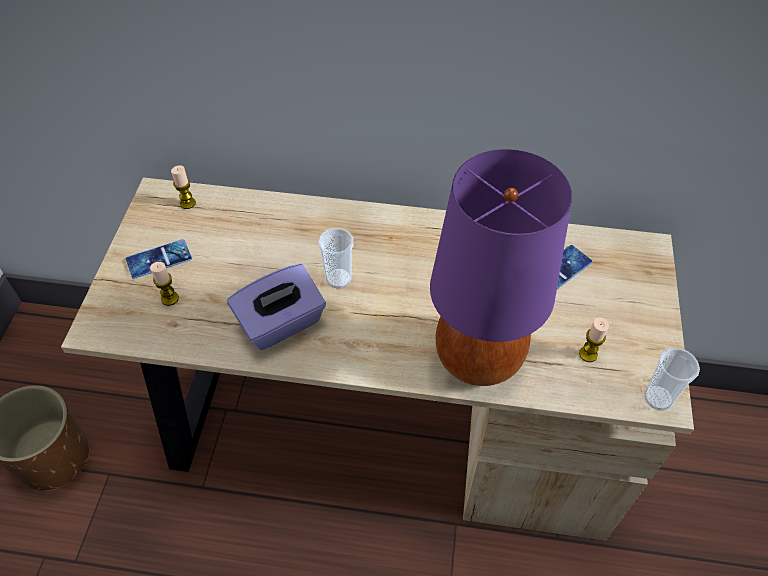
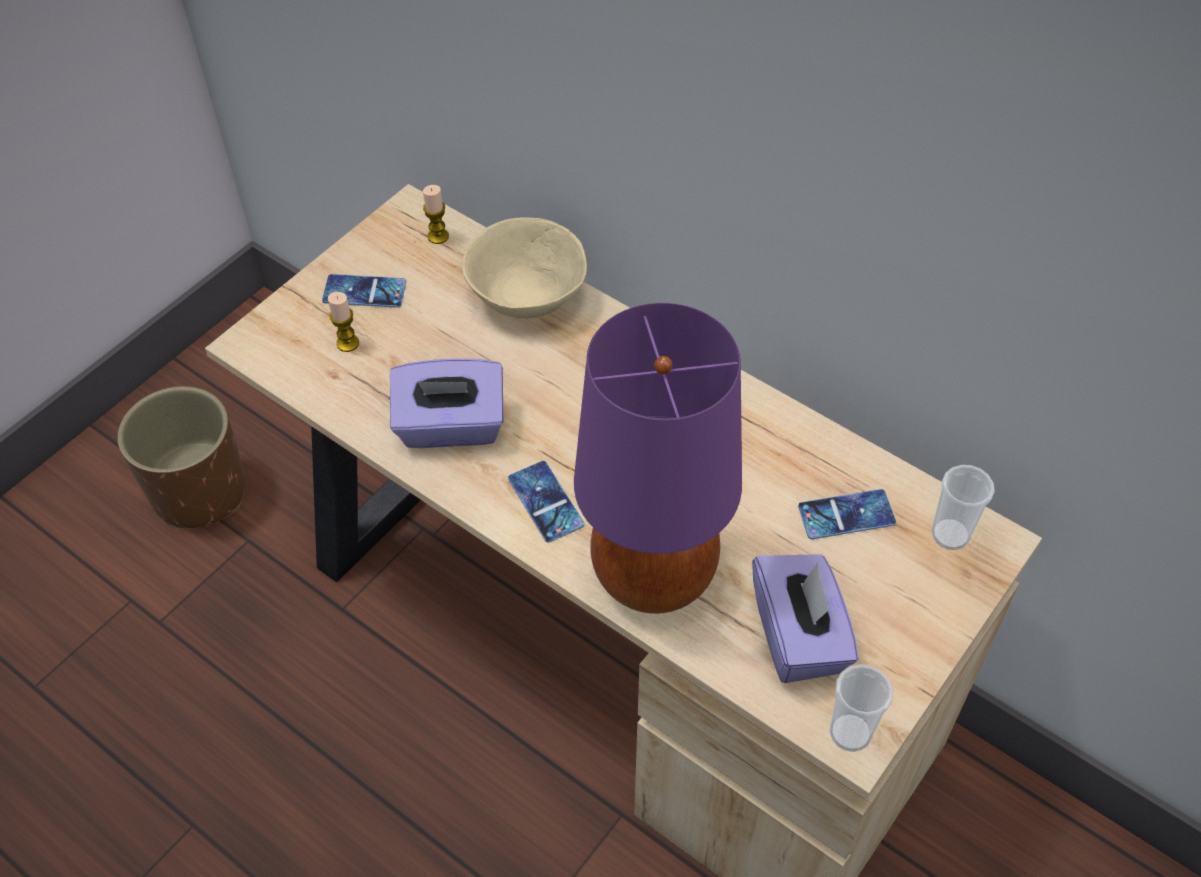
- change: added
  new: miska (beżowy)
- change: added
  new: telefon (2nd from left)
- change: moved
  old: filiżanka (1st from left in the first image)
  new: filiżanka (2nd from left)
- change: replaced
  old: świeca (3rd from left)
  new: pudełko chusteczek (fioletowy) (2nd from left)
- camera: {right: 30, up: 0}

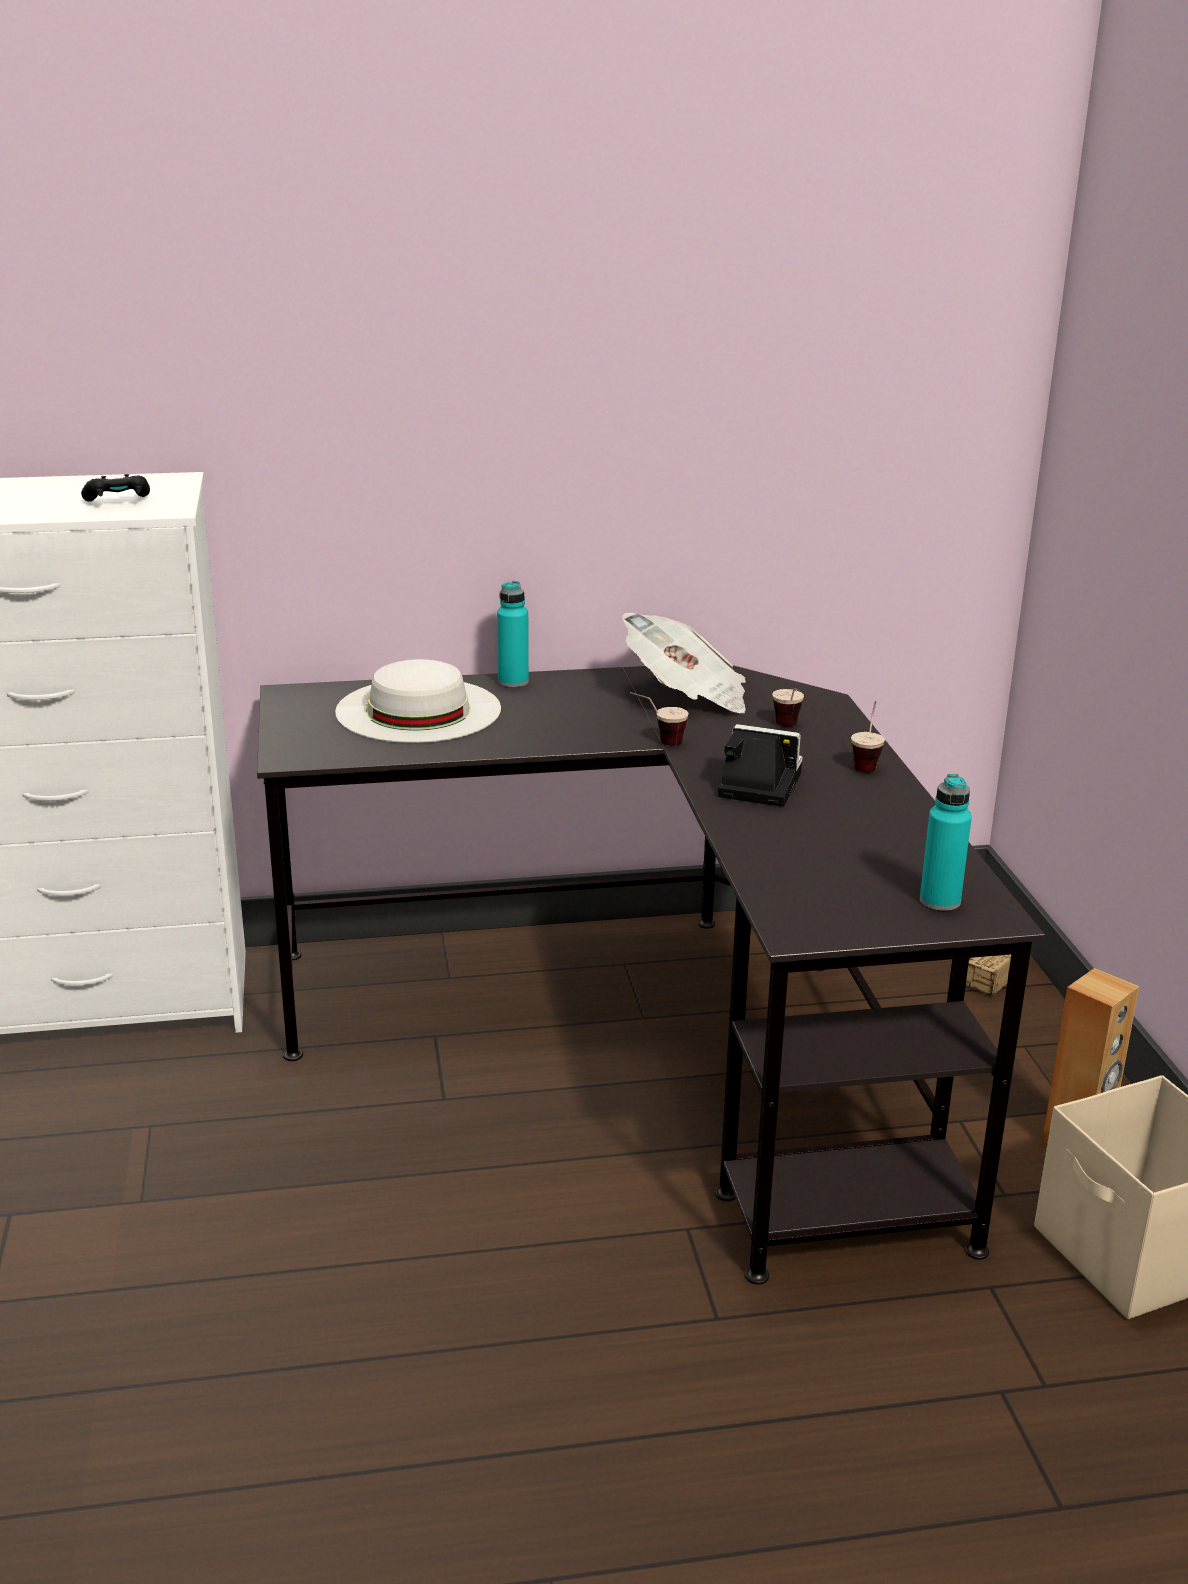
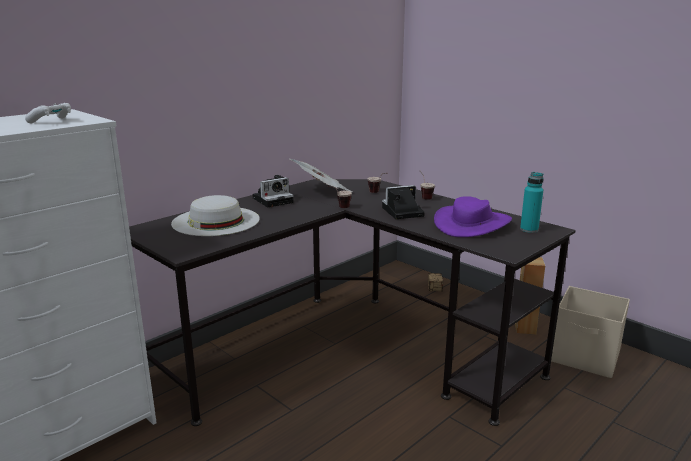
- change: removed
  old: butelka (turkusowy) (1st from left)
- change: added
  new: aparat fotograficzny (1st from left)
- change: added
  new: kapelusz (fioletowy)
- change: recoloured
  old: pad do gier (czarny)
  new: pad do gier (biały)
- camera: {right: -35, up: -5}

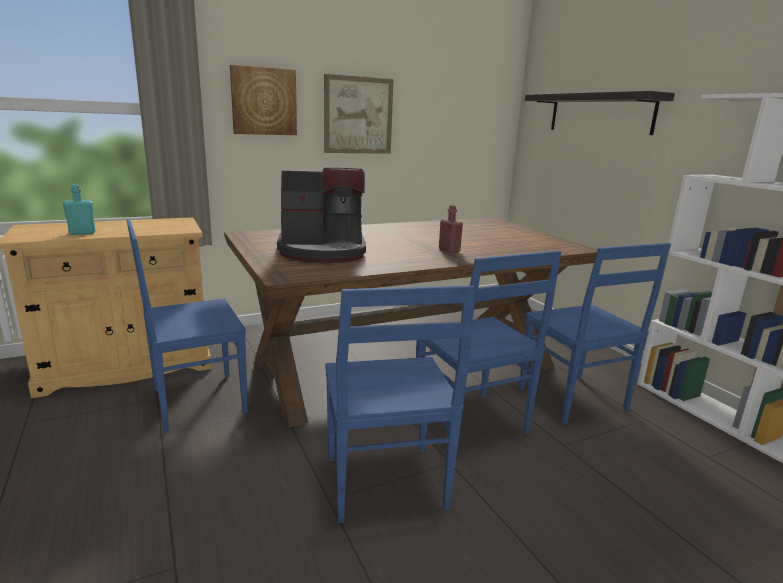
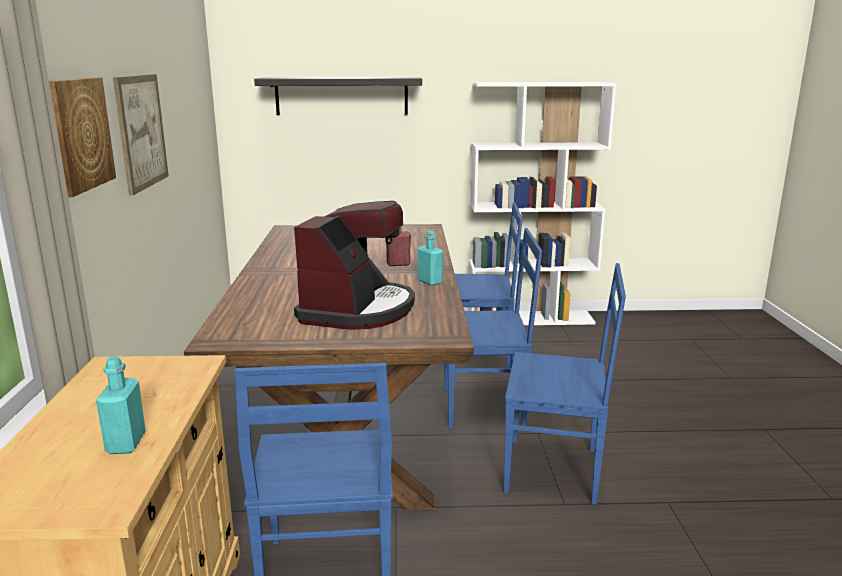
- change: added
  new: butelka (turkusowy) (2nd from left)
- camera: {right: -65, up: 0}

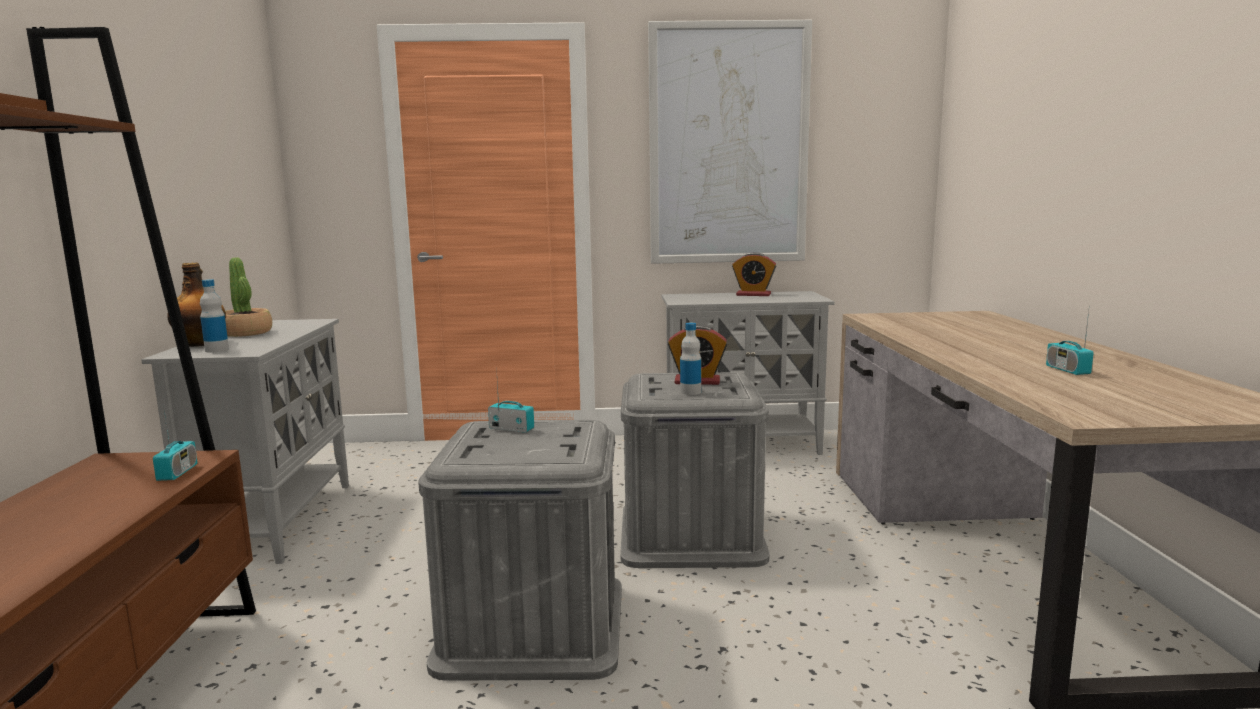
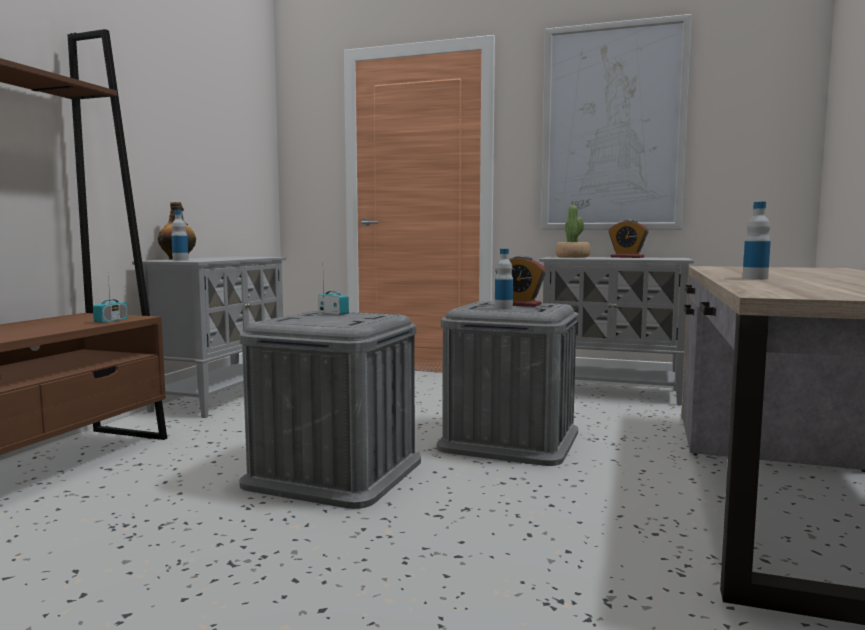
- change: removed
  old: radio (3rd from left)
- change: added
  new: butelka (4th from left)
- change: moved
  old: roślina doniczkowa
- camera: {right: 20, up: -5}

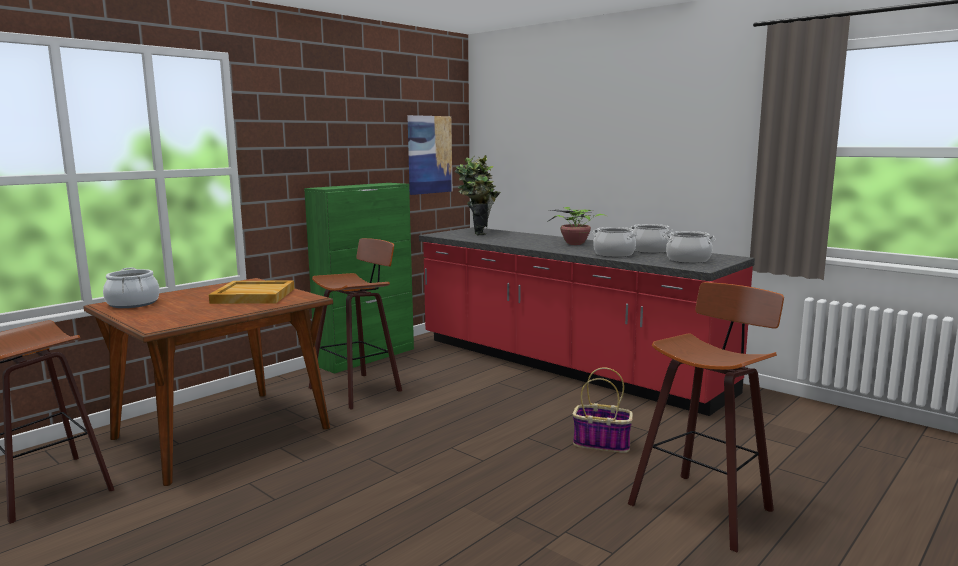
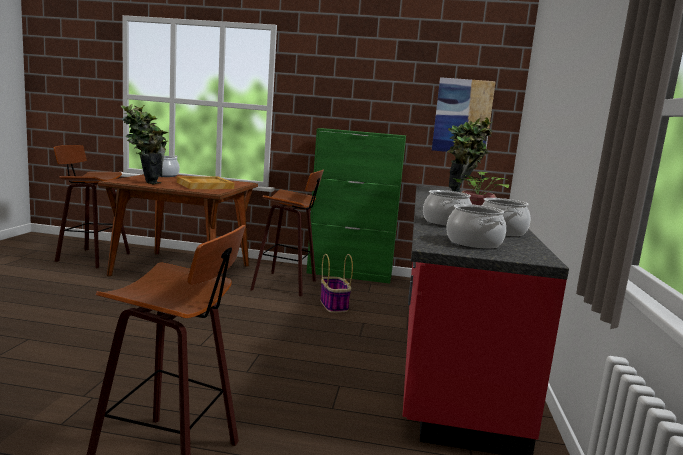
- change: added
  new: roślina doniczkowa (1st from left)
- change: moved
  old: koszyk
- camera: {right: 55, up: 0}

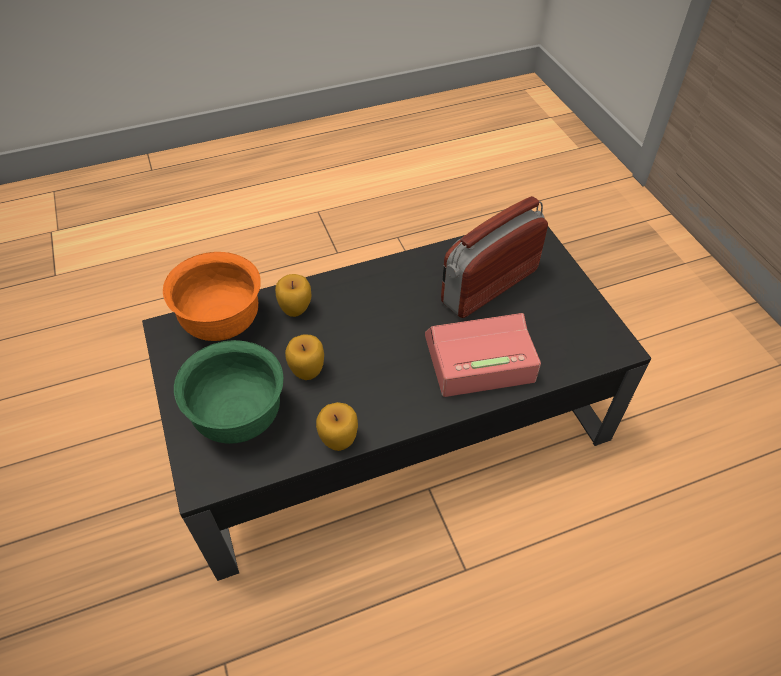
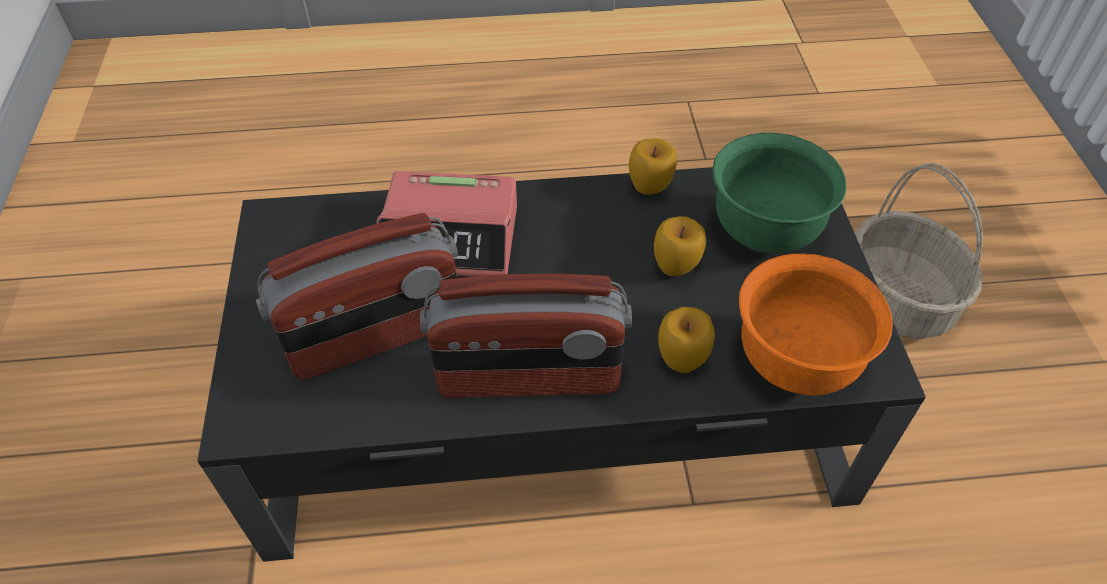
- change: added
  new: radio (2nd from left)
- change: added
  new: koszyk
- camera: {right: -165, up: 0}

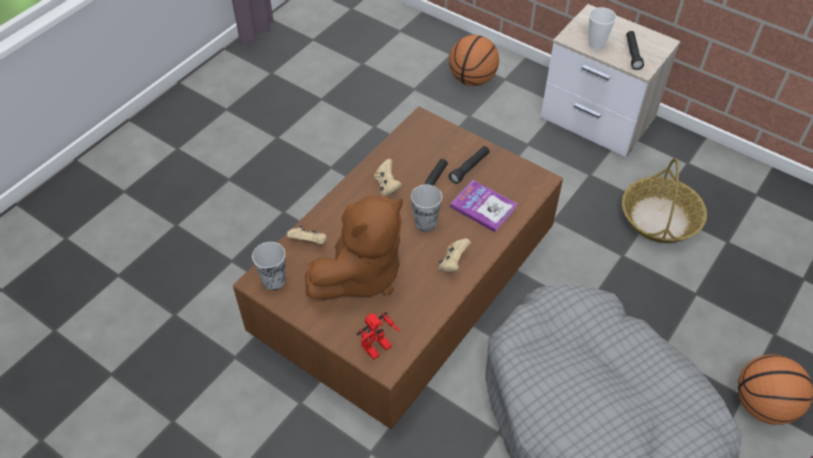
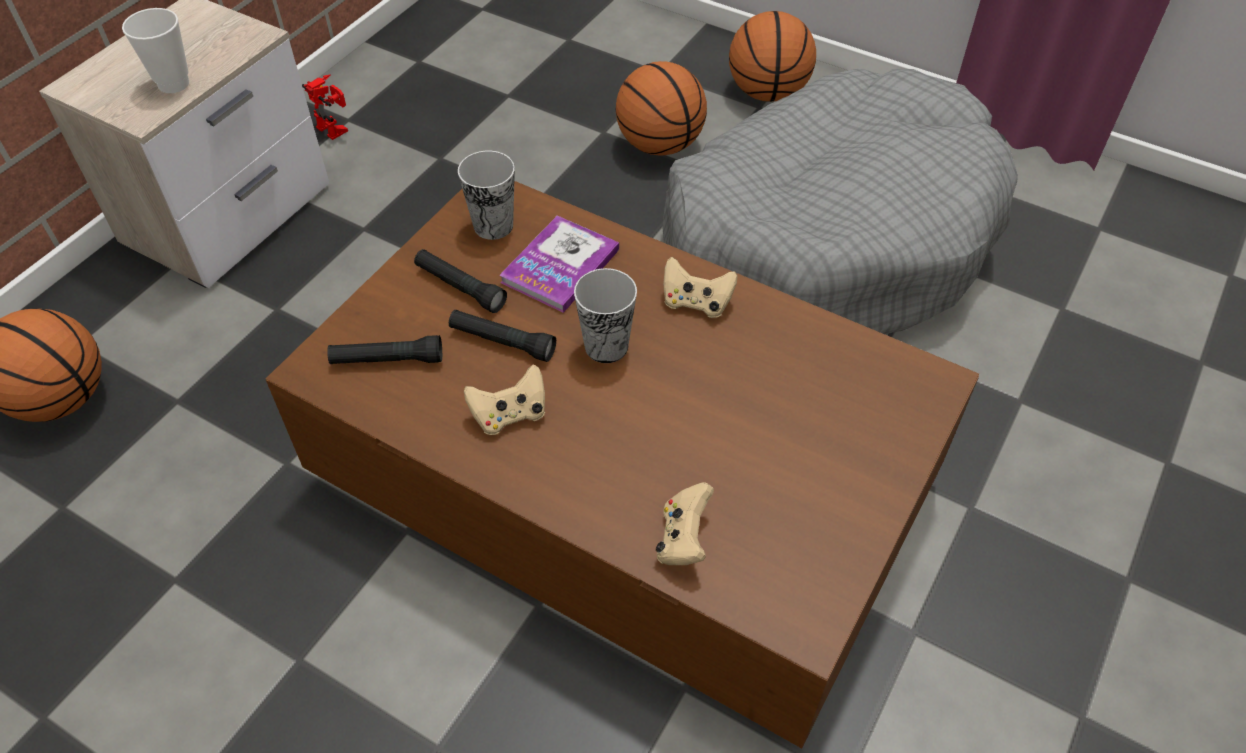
- change: removed
  old: pluszak (brązowy)
- change: removed
  old: koszyk
- change: added
  new: piłka do koszykówki (2nd from left)
- change: moved
  old: filiżanka (1st from left in the first image)
  new: filiżanka (2nd from left)
- change: moved
  old: robot zabawkowy
- change: moved
  old: latarka (czarny) (3rd from left in the first image)
  new: latarka (czarny) (1st from left)
- camera: {right: -95, up: 0}

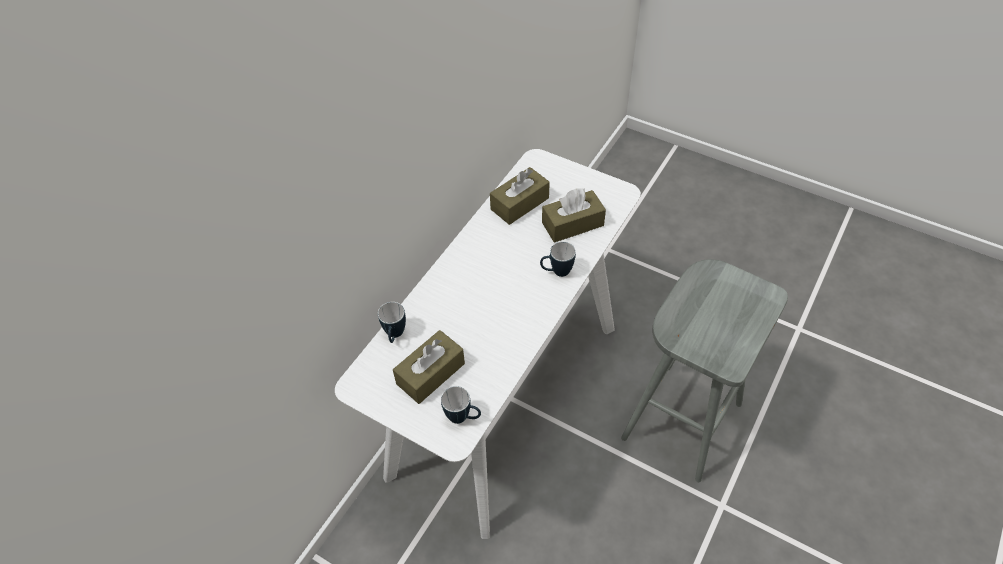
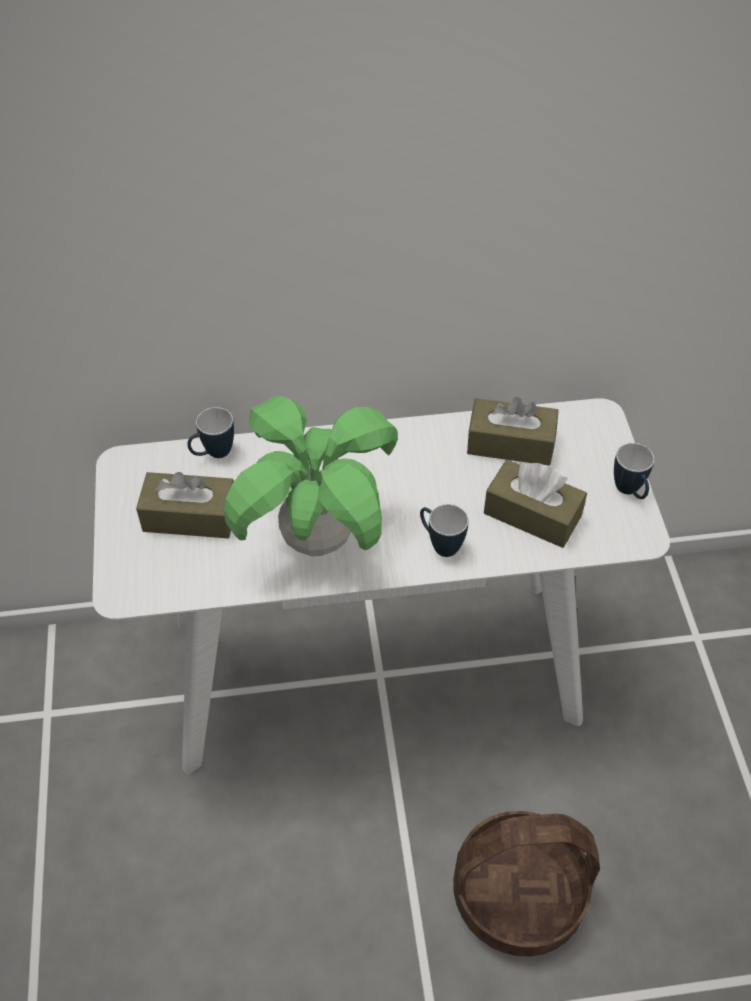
- change: added
  new: roślina doniczkowa
- change: moved
  old: kubek (2nd from left in the first image)
  new: kubek (3rd from left)
- change: replaced
  old: stołek (szary)
  new: koszyk
- camera: {right: 50, up: 0}

